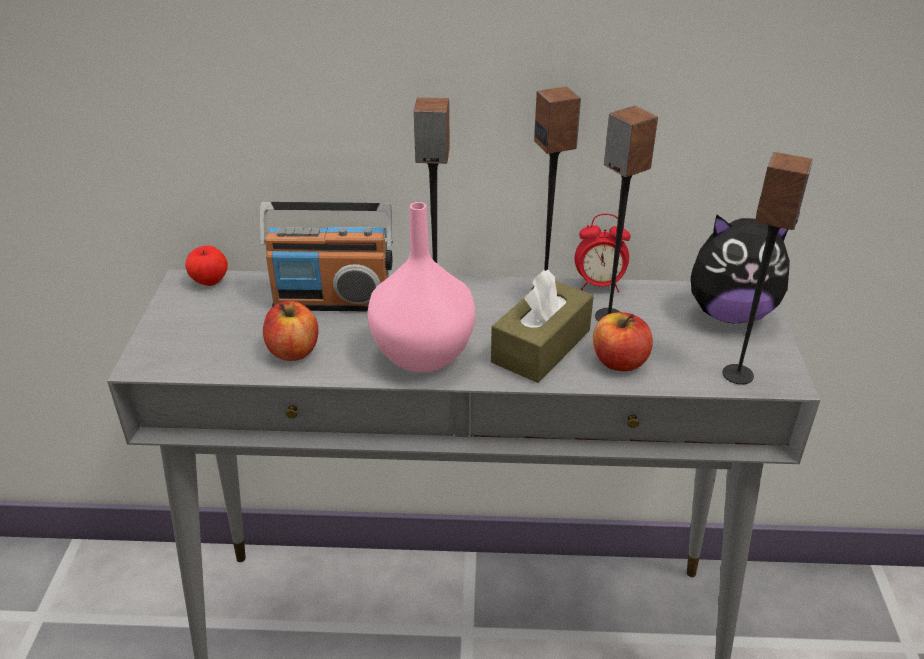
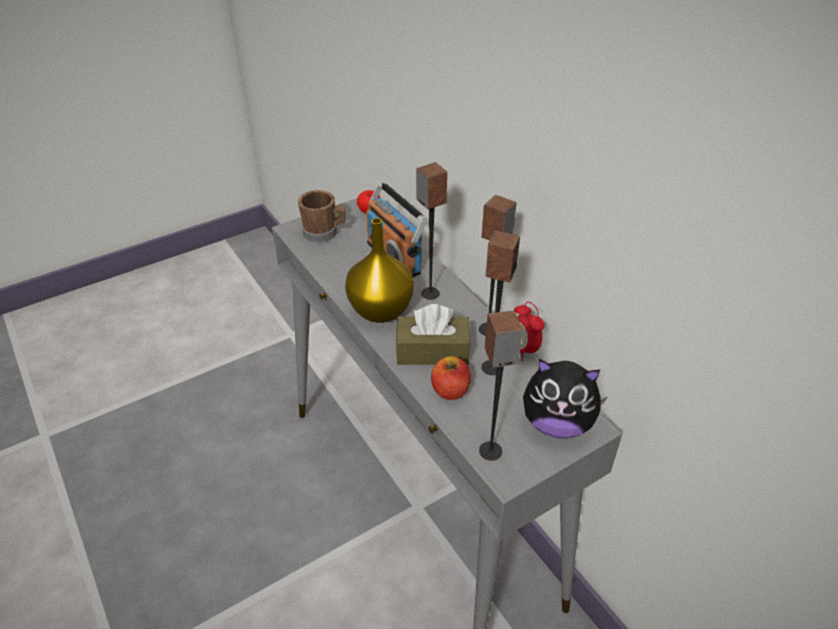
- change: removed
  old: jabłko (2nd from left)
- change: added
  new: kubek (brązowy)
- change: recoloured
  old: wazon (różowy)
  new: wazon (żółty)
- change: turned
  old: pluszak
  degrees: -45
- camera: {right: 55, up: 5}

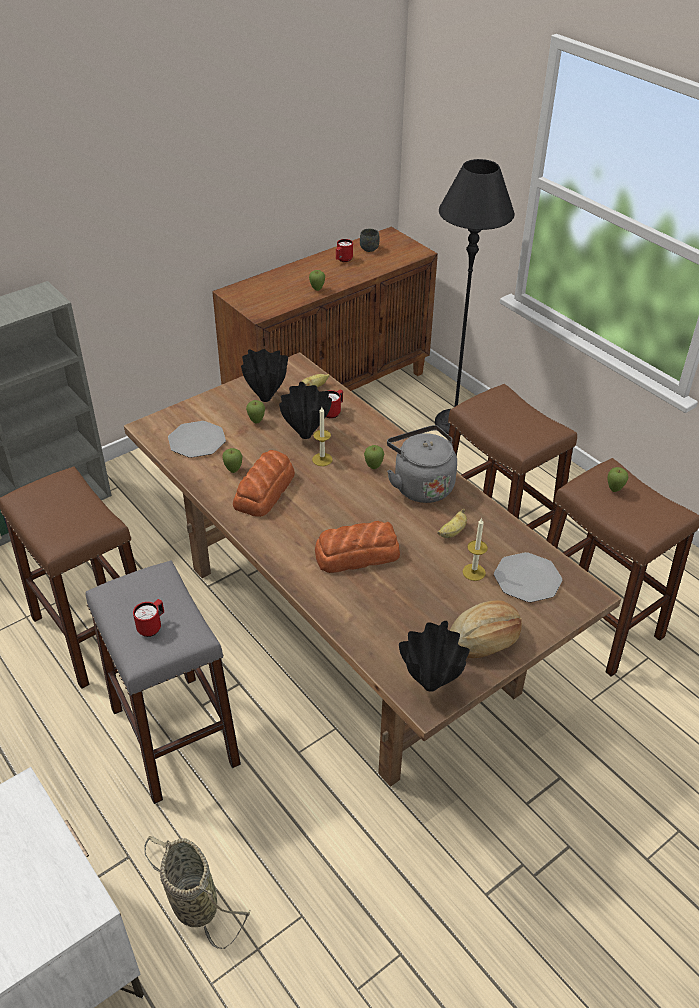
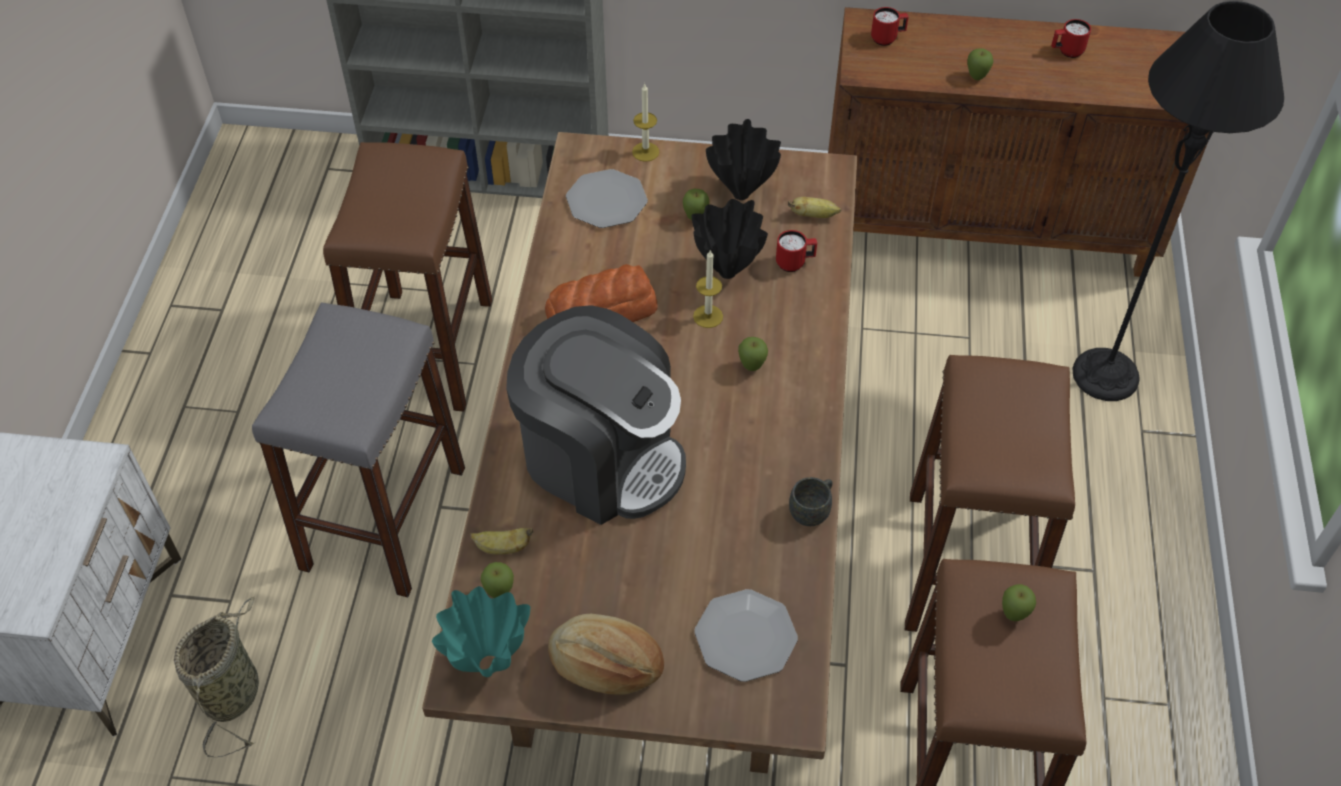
- change: removed
  old: czajnik (szary)
- change: moved
  old: kubek (czerwony) (1st from left in the first image)
  new: kubek (czerwony) (2nd from left)
- change: moved
  old: jabłko (1st from left)
- change: moved
  old: kubek (szary)
- change: moved
  old: banan (2nd from left in the first image)
  new: banan (1st from left)
- change: moved
  old: świeca (2nd from left in the first image)
  new: świeca (1st from left)
- change: replaced
  old: chleb (2nd from left)
  new: ekspres do kawy
- change: recoloured
  old: wazon (czarny) (3rd from left)
  new: wazon (turkusowy)
- camera: {right: 45, up: 10}

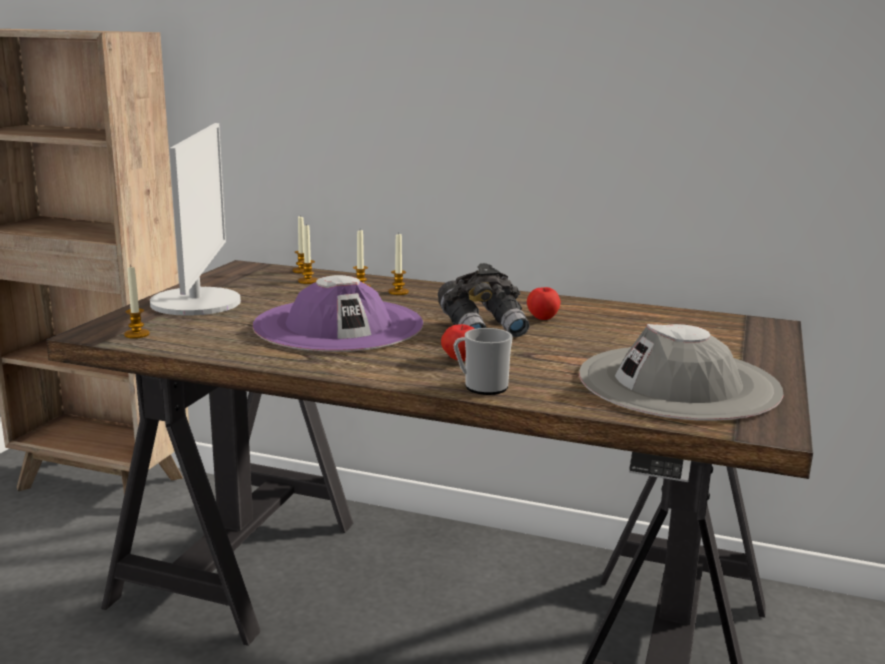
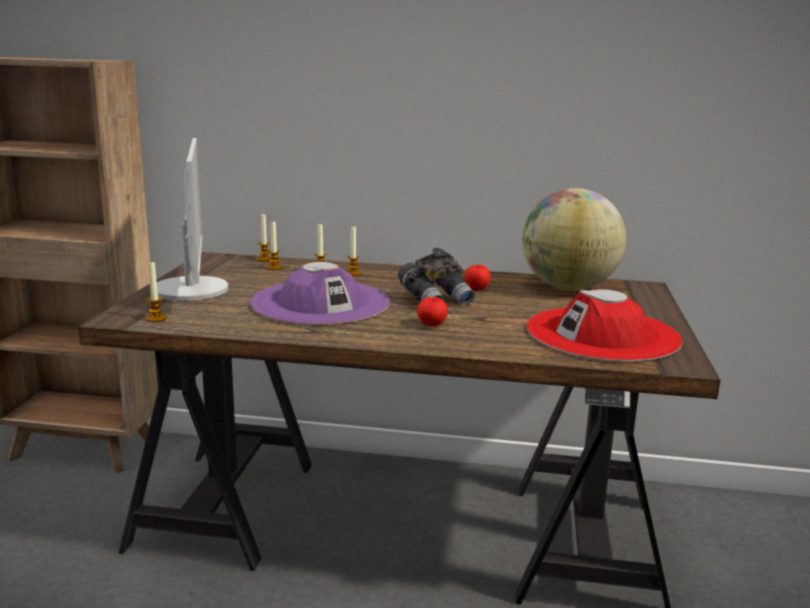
- change: removed
  old: kubek
- change: added
  new: globus
- change: recoloured
  old: kapelusz (szary)
  new: kapelusz (czerwony)
- camera: {right: -10, up: 0}

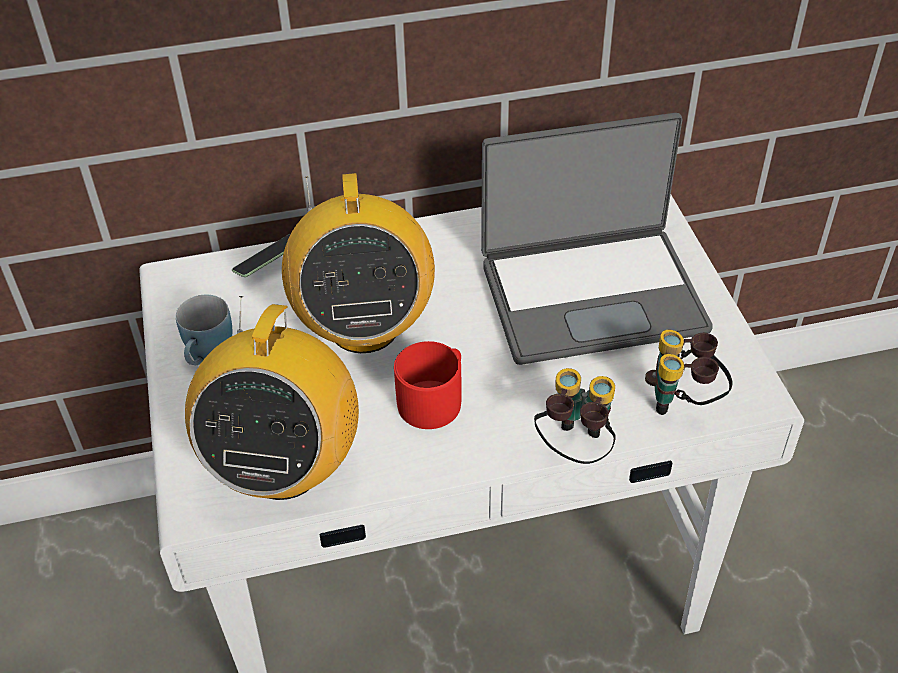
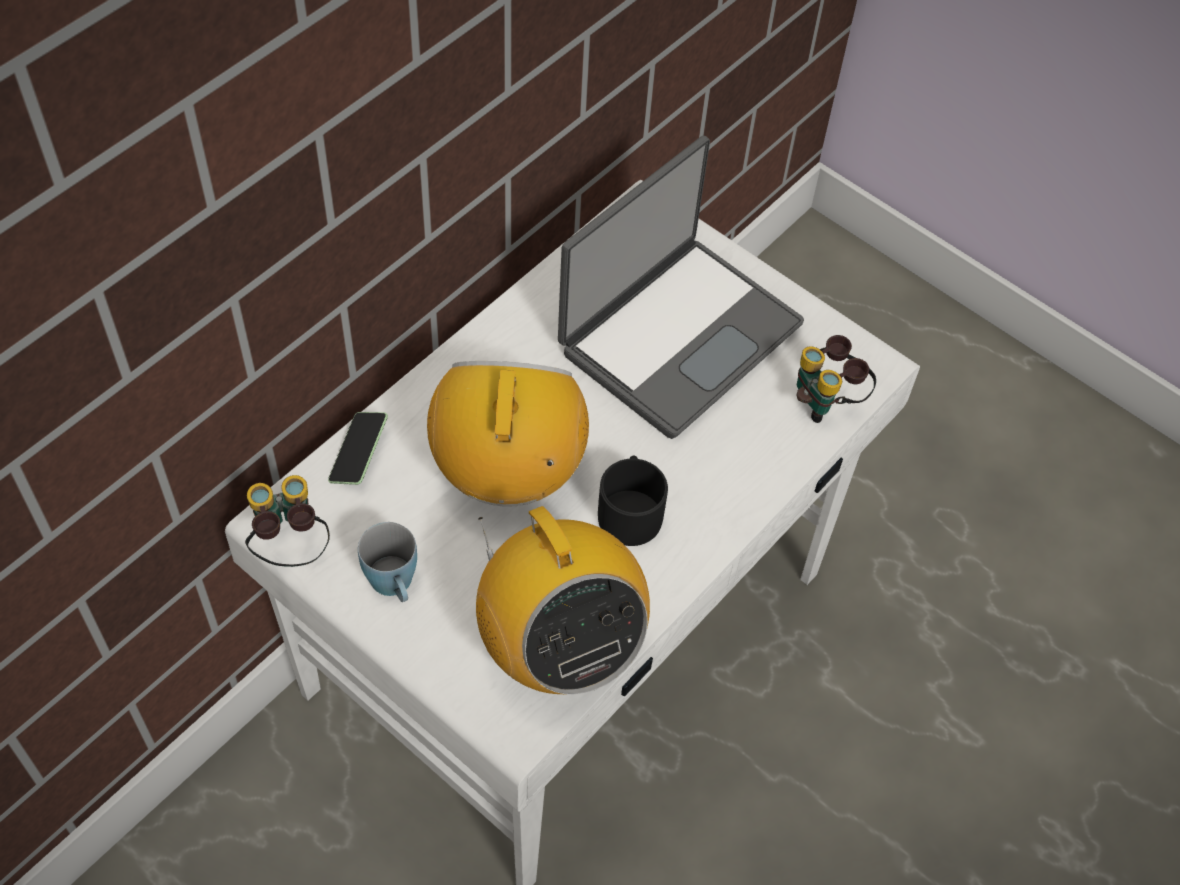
- change: moved
  old: lornetka (1st from left)
- change: recoloured
  old: kubek (czerwony)
  new: kubek (czarny)
- change: turned
  old: radio (2nd from left in the first image)
  degrees: -135
- camera: {right: -40, up: 10}

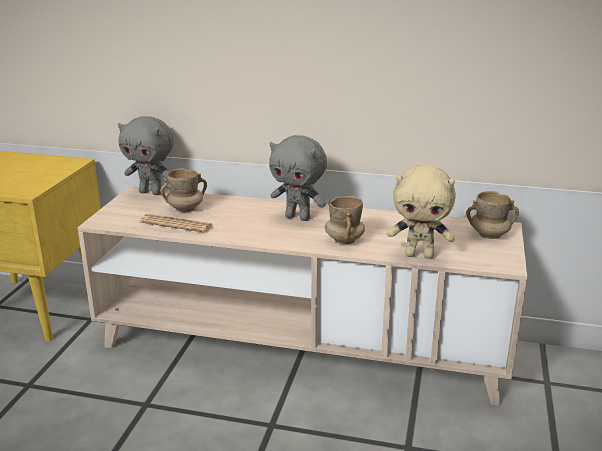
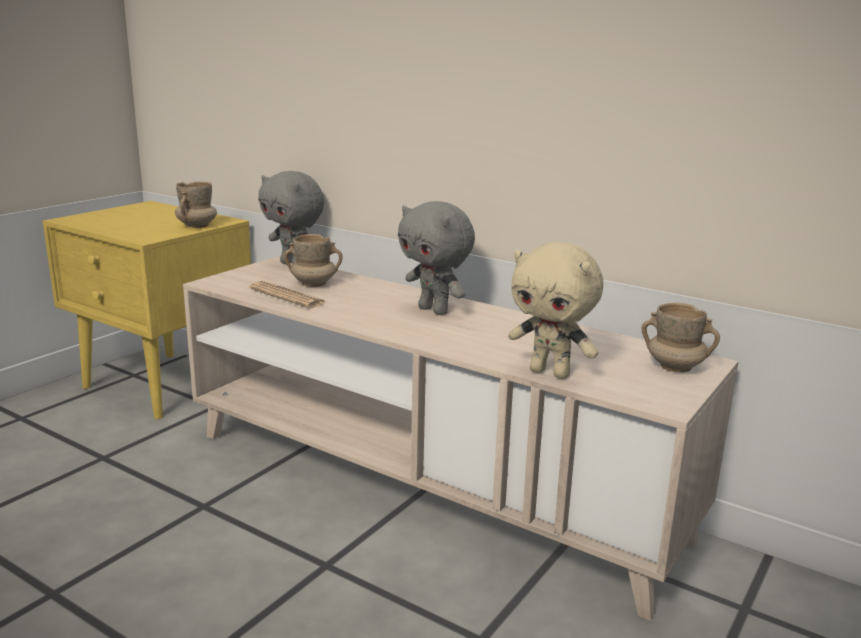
- change: moved
  old: kubek (beżowy) (2nd from left in the first image)
  new: kubek (beżowy) (1st from left)
- camera: {right: 20, up: -5}

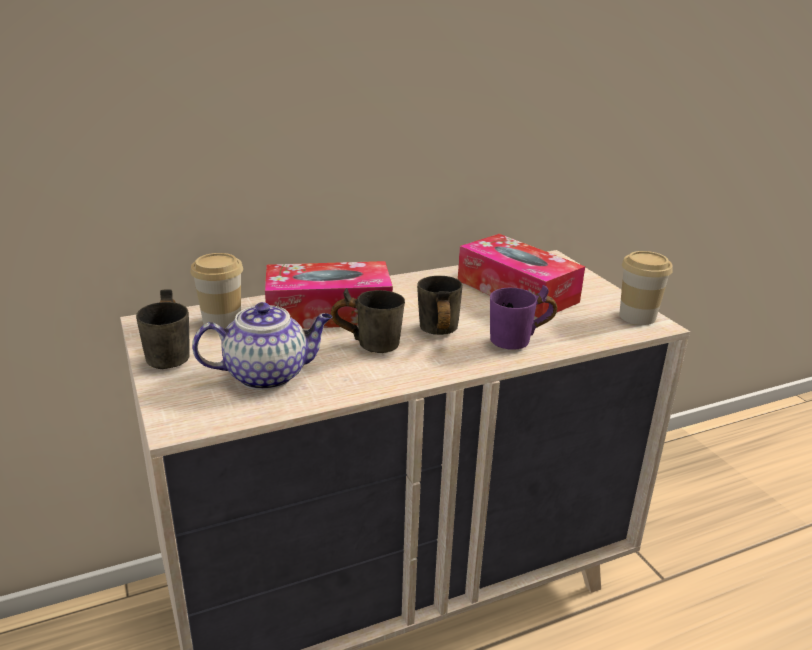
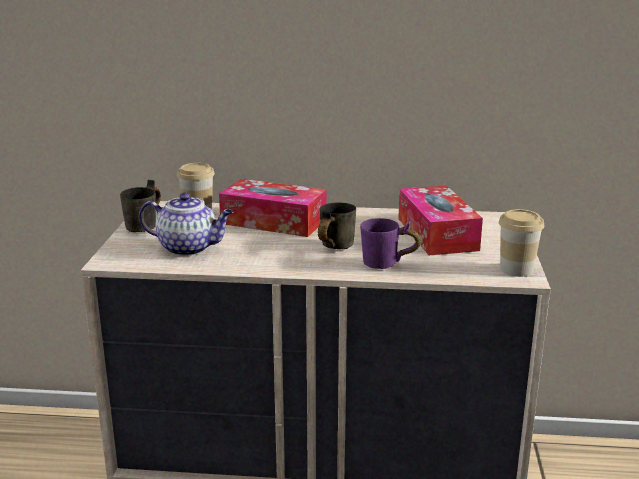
- change: removed
  old: kubek (szary) (2nd from left)
- camera: {right: 30, up: -5}

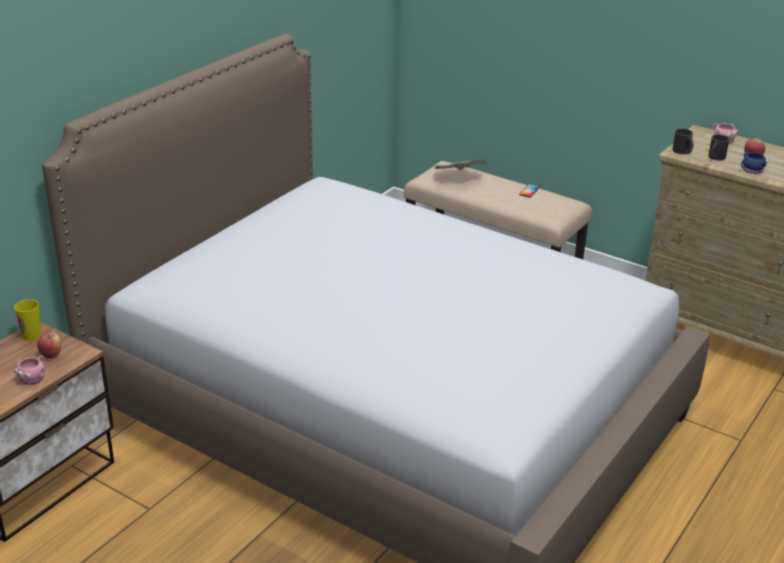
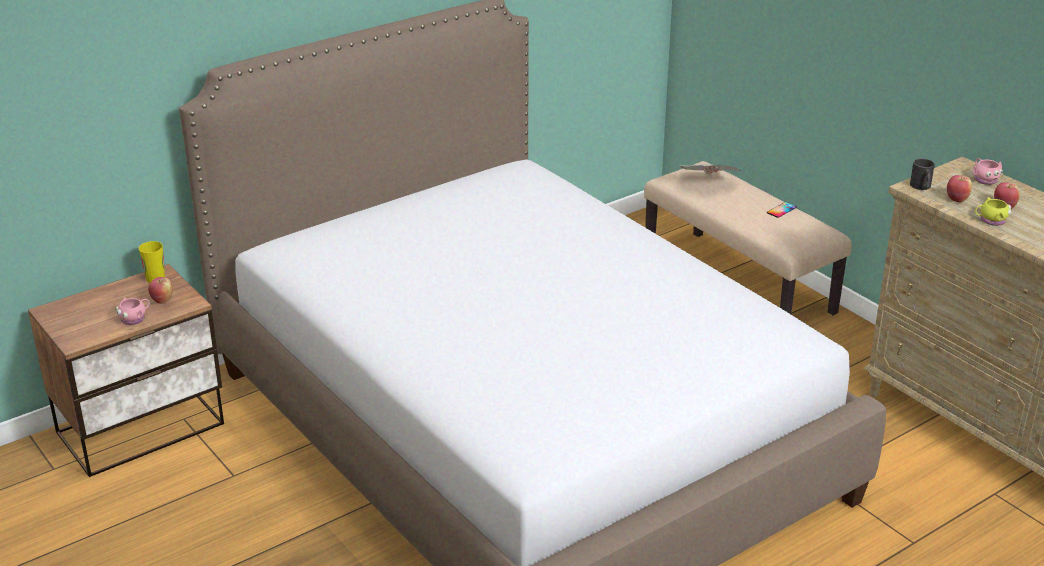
- change: replaced
  old: kubek (czarny) (2nd from left)
  new: jabłko (2nd from left)
- change: recoloured
  old: kubek (niebieski)
  new: kubek (żółty)
- camera: {right: 20, up: 0}

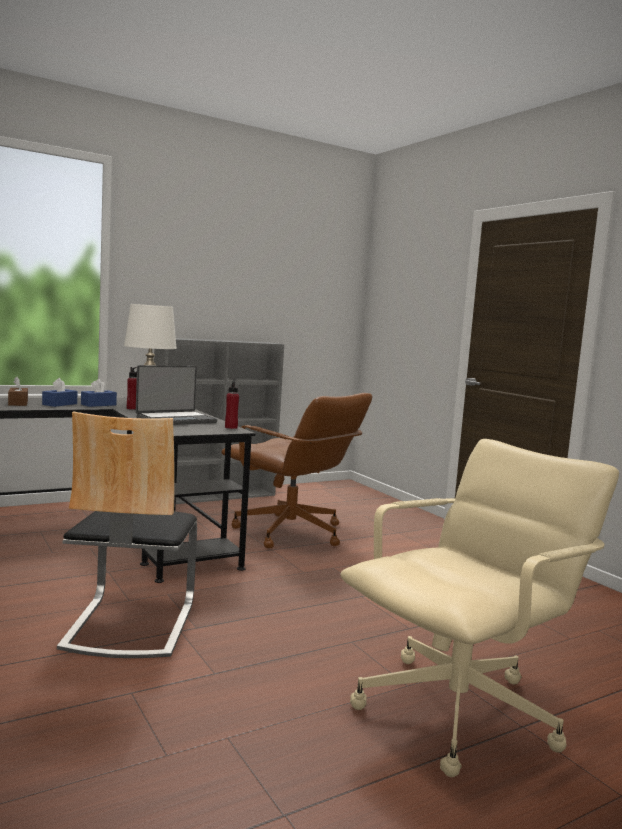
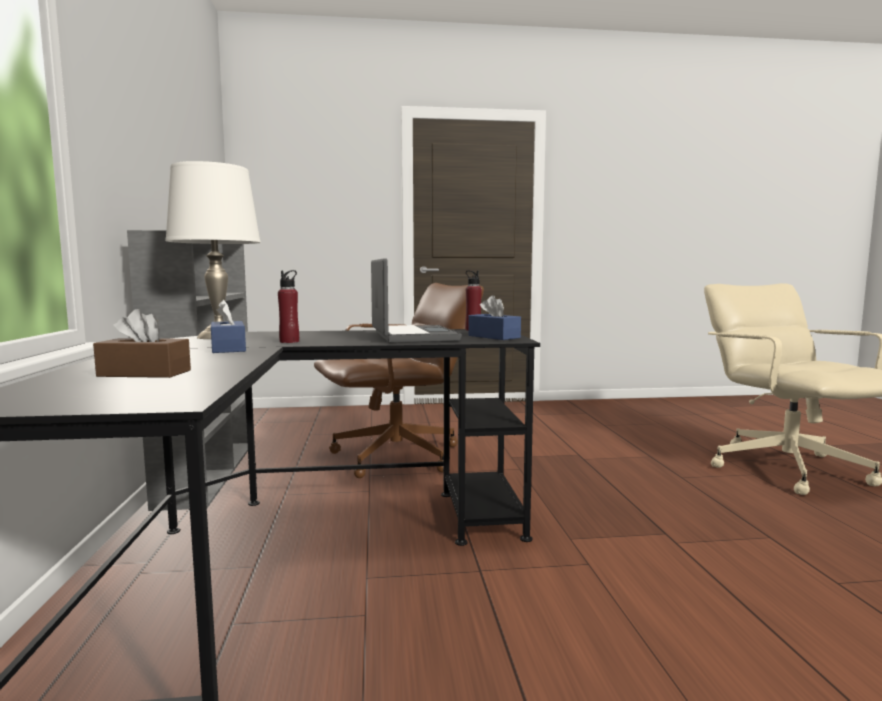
- change: removed
  old: krzesło
- change: moved
  old: pudełko chusteczek (niebieski) (1st from left in the first image)
  new: pudełko chusteczek (niebieski) (2nd from left)
- camera: {right: -65, up: 0}

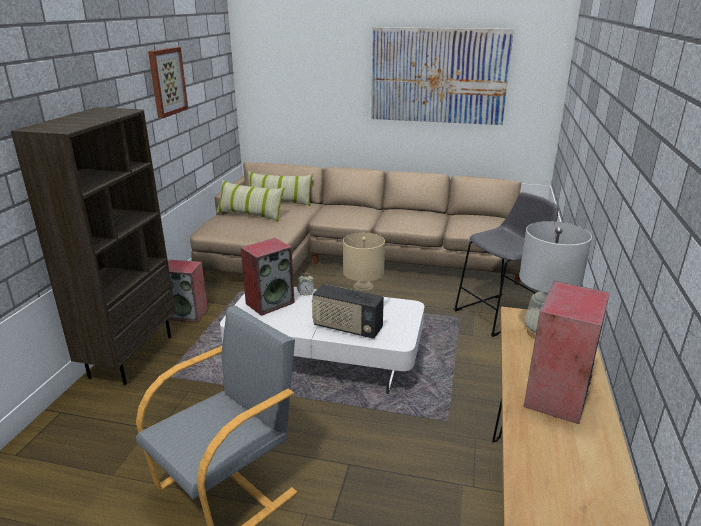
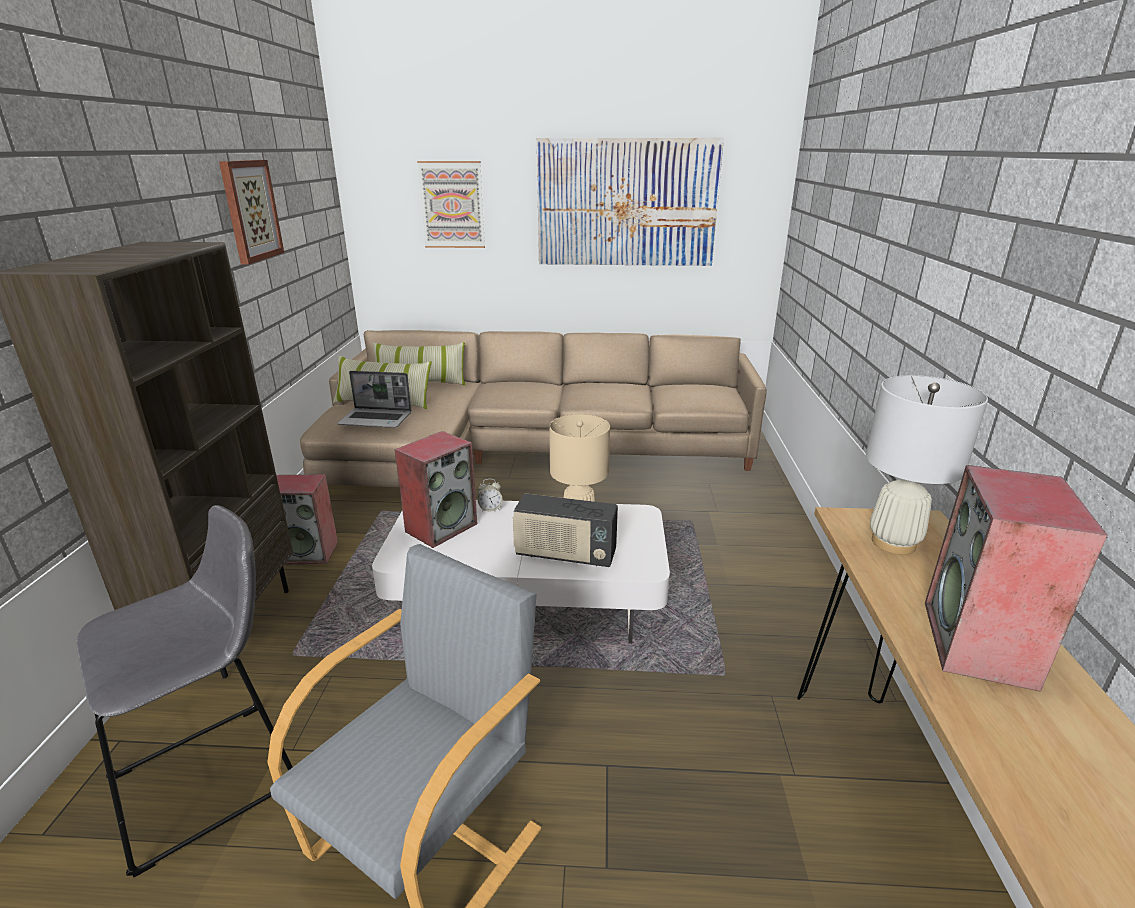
- change: added
  new: laptop
- change: added
  new: obraz (2nd from left)
- change: moved
  old: stołek (szary)
- camera: {right: -10, up: 0}

